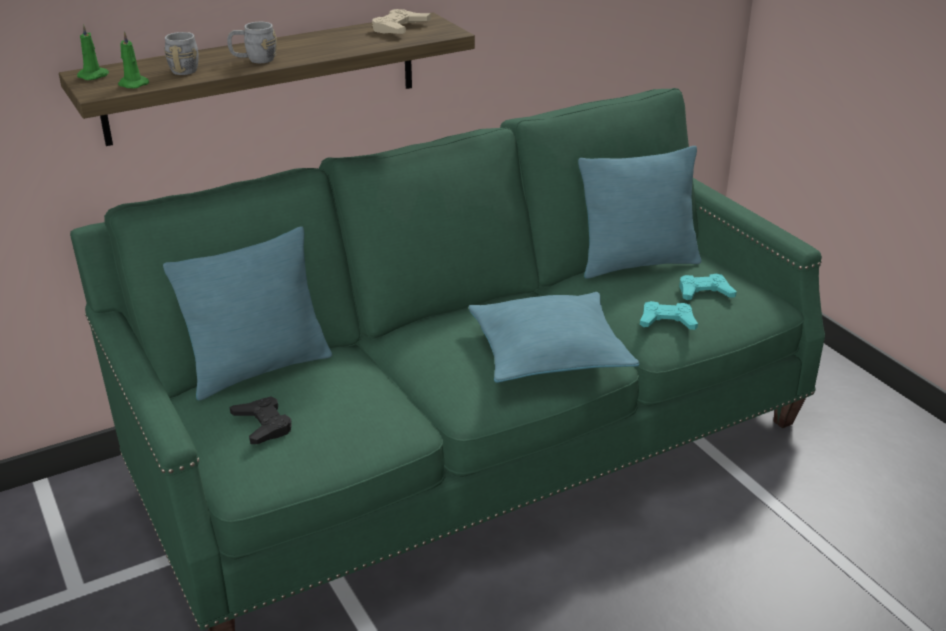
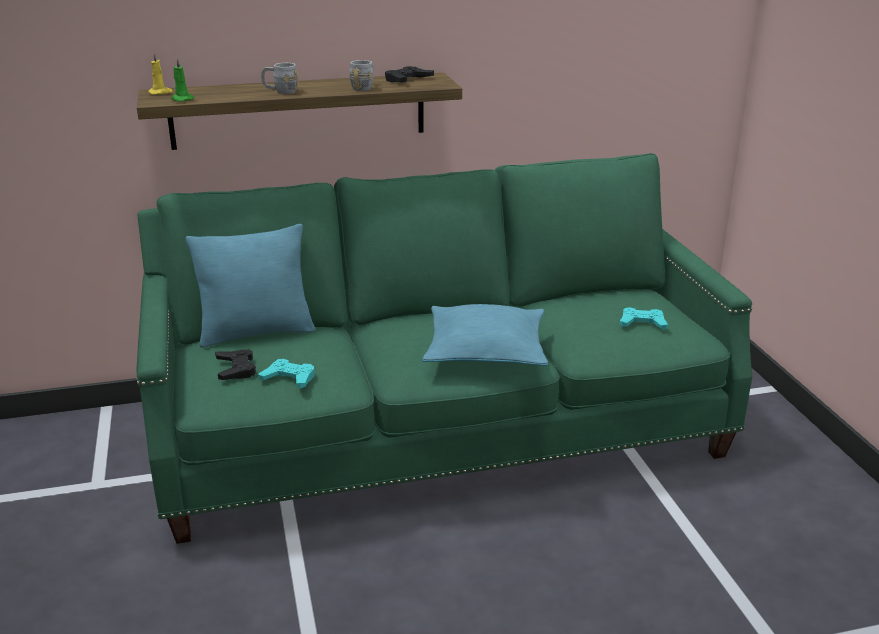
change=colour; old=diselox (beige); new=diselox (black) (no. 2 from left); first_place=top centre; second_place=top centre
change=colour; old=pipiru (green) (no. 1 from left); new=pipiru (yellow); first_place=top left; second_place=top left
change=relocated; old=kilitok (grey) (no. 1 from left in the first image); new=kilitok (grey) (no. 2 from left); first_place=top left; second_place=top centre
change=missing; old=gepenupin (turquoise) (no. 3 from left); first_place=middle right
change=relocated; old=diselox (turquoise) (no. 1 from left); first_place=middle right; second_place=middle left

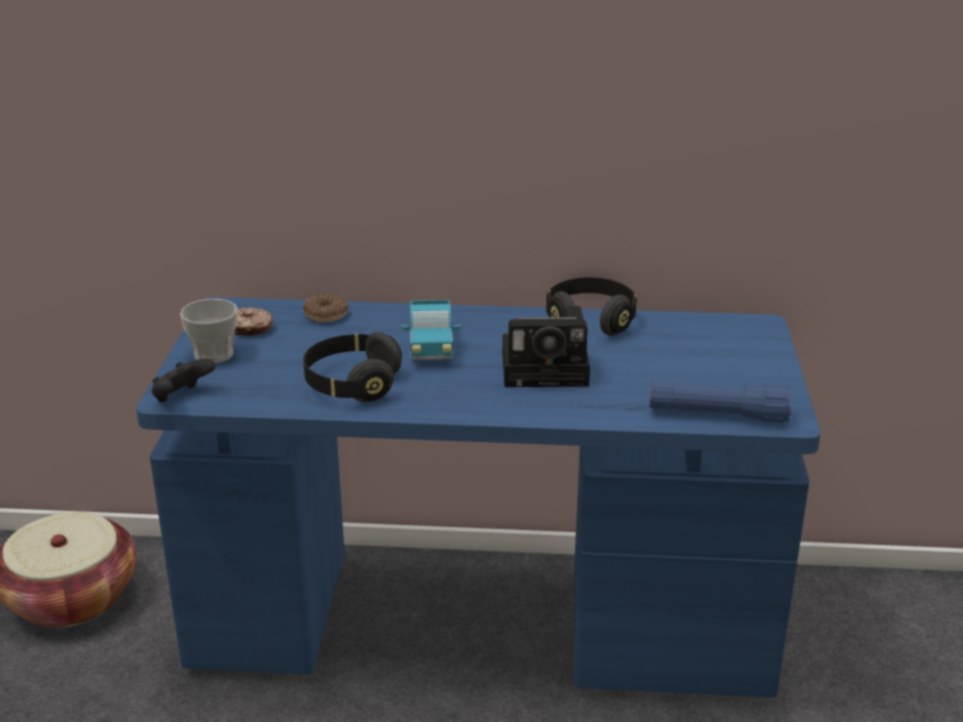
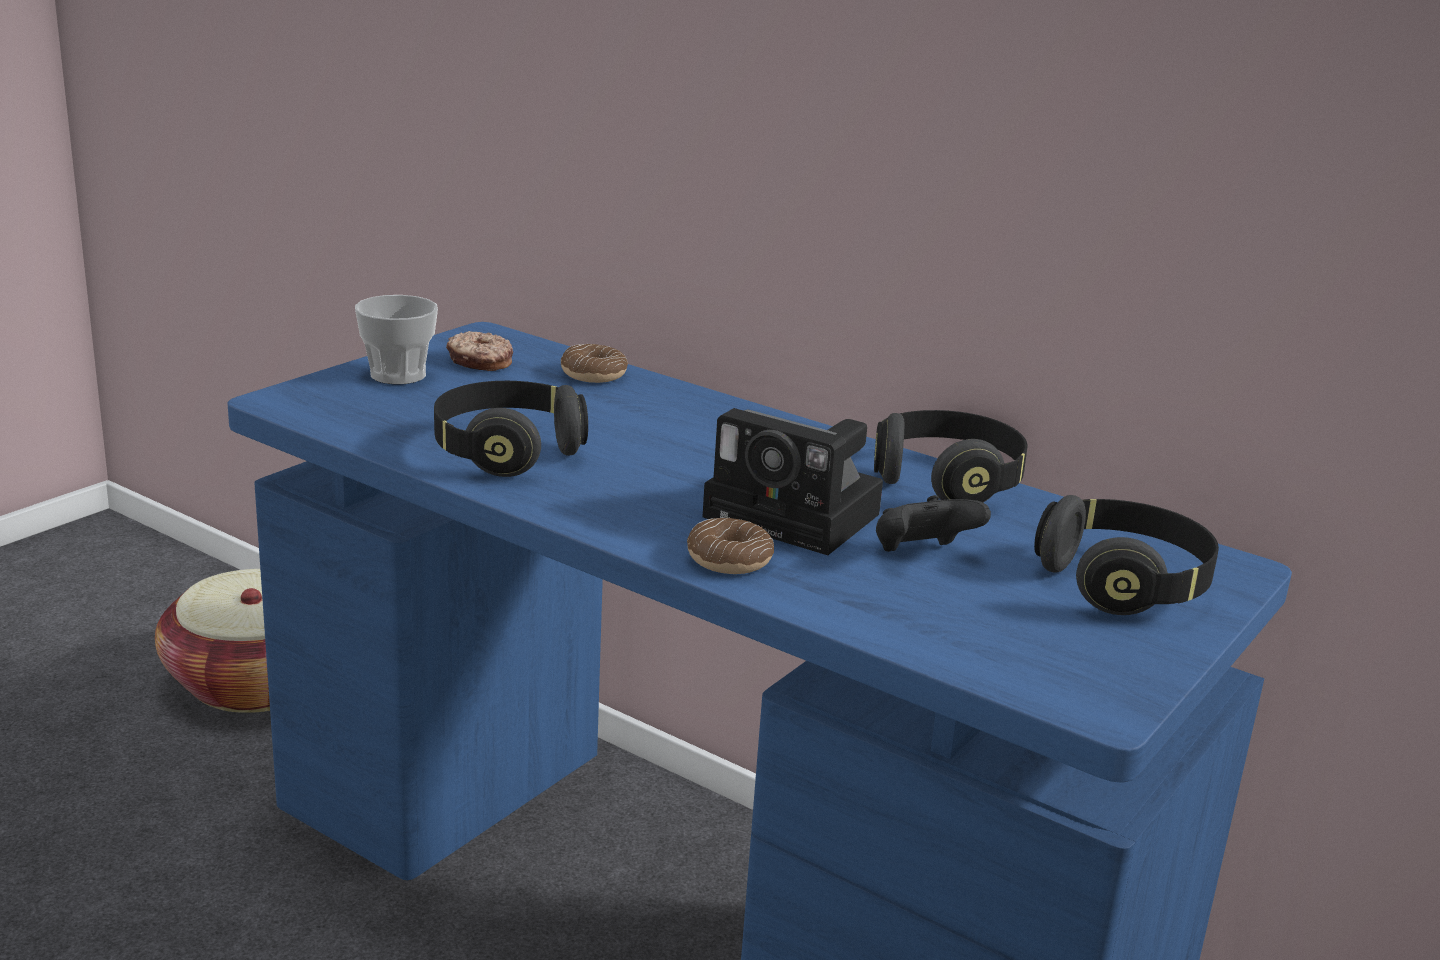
change=missing; old=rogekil; first_place=centre
change=relocated; old=diselox (black); first_place=middle left; second_place=centre
change=missing; old=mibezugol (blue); first_place=middle right
change=appeared; new=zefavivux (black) (no. 3 from left); second_place=middle right
change=appeared; new=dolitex (no. 3 from left); second_place=centre

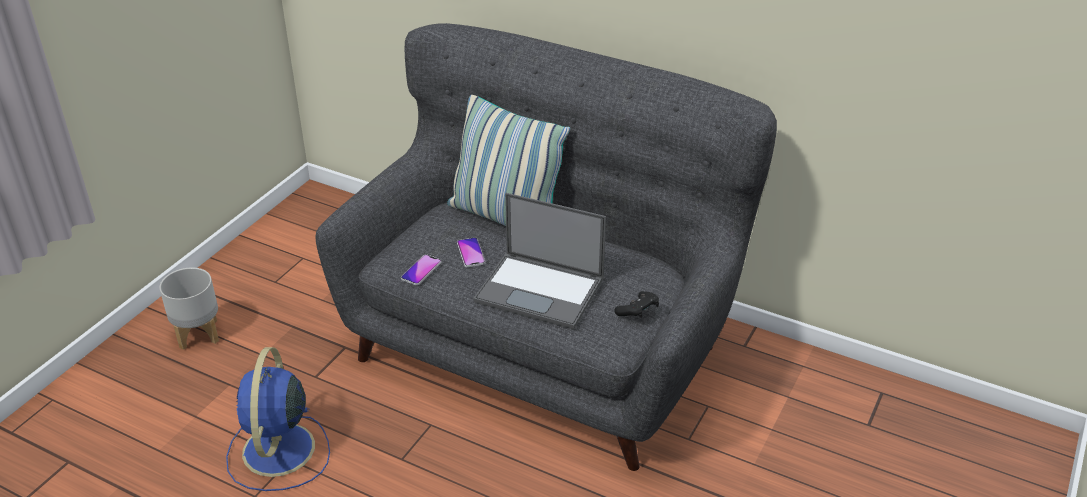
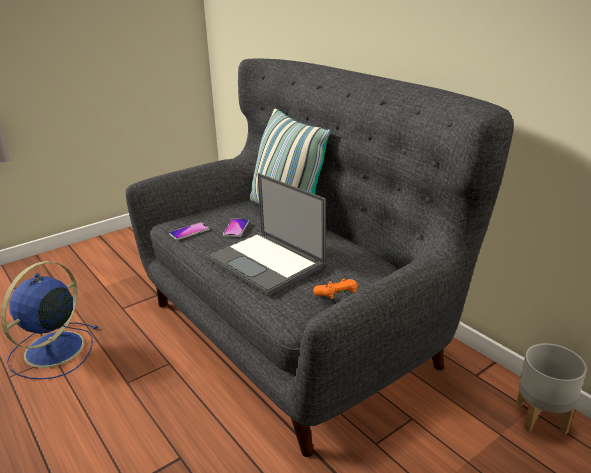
change=relocated; old=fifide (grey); first_place=middle left; second_place=bottom right
change=colour; old=diselox (black); new=diselox (orange); first_place=centre; second_place=centre

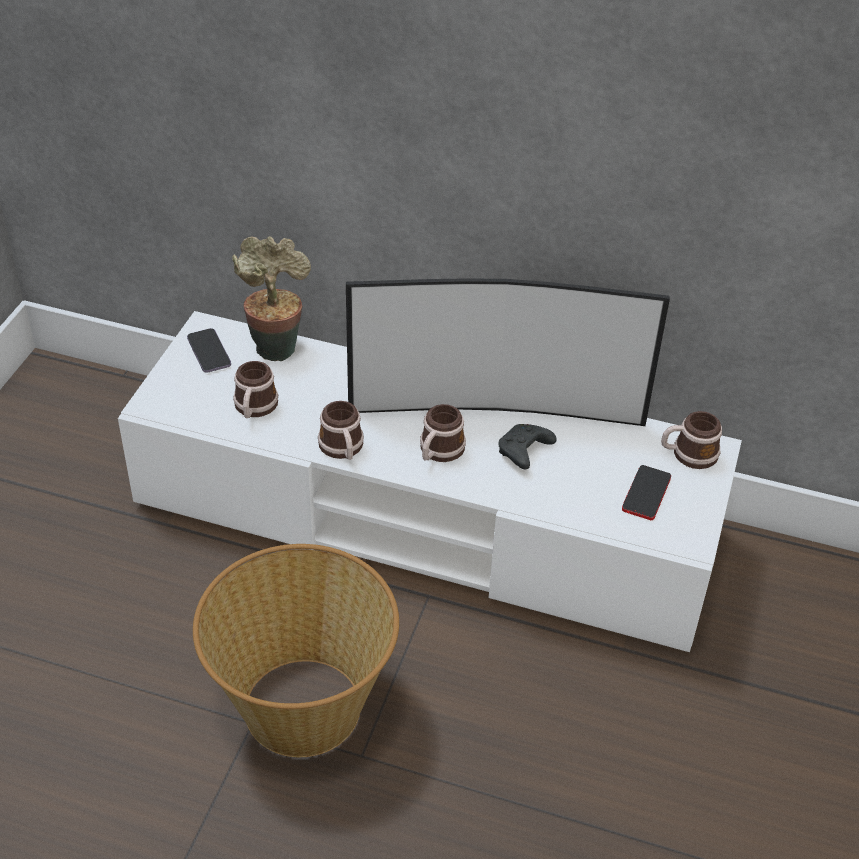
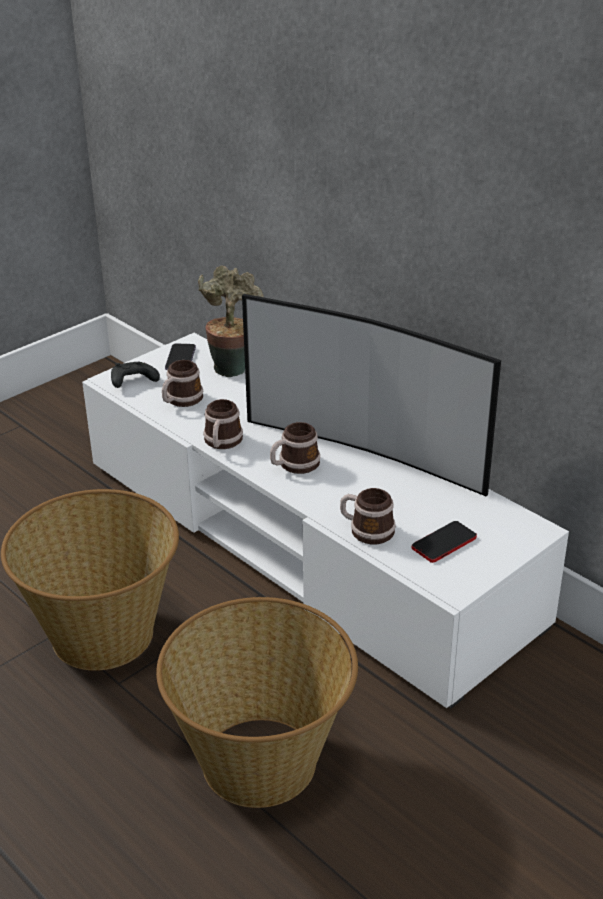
change=relocated; old=kilitok (no. 4 from left); first_place=middle right; second_place=centre
change=relocated; old=diselox (black); first_place=centre; second_place=middle left
change=appeared; new=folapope (no. 2 from left); second_place=bottom centre

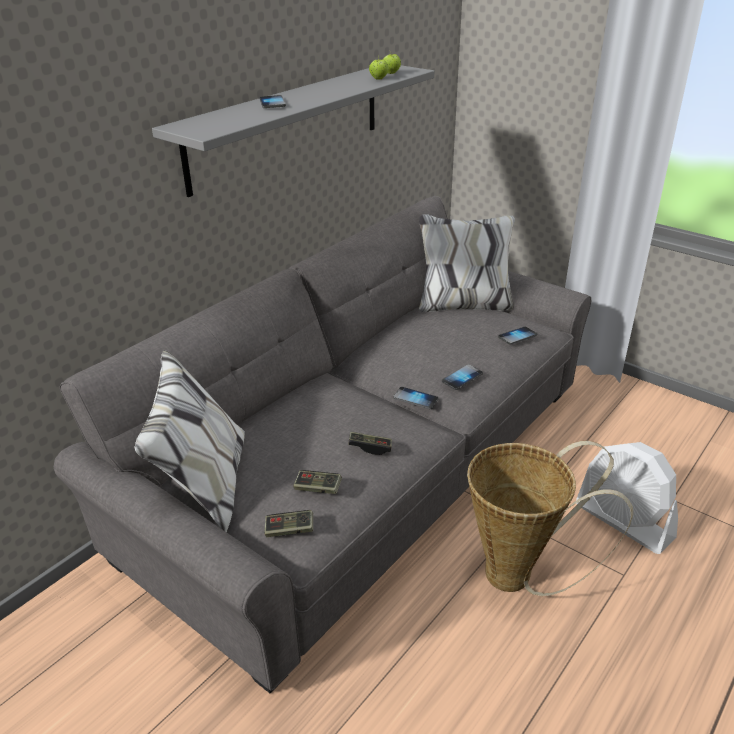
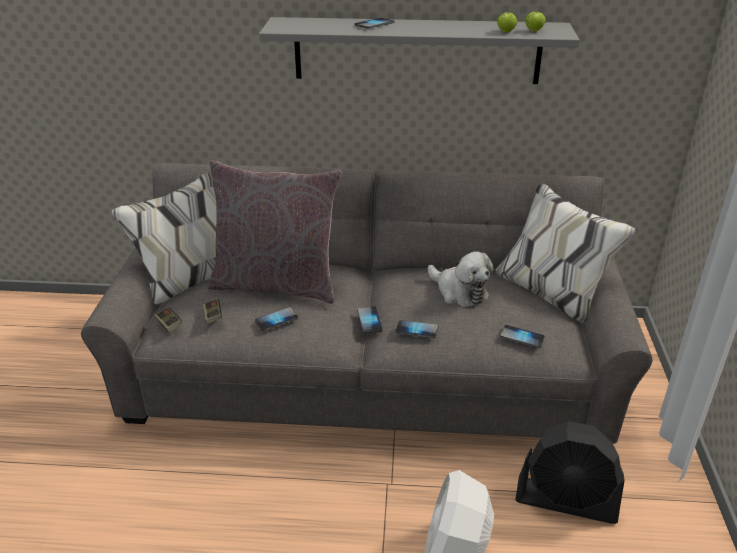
change=exchanged; old=diselox (no. 3 from left); new=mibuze (no. 1 from left); first_place=centre; second_place=centre
change=missing; old=folapope; first_place=bottom right
change=appeared; new=gepenupin (grey); second_place=centre
change=appeared; new=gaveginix; second_place=centre
change=appeared; new=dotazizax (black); second_place=bottom right

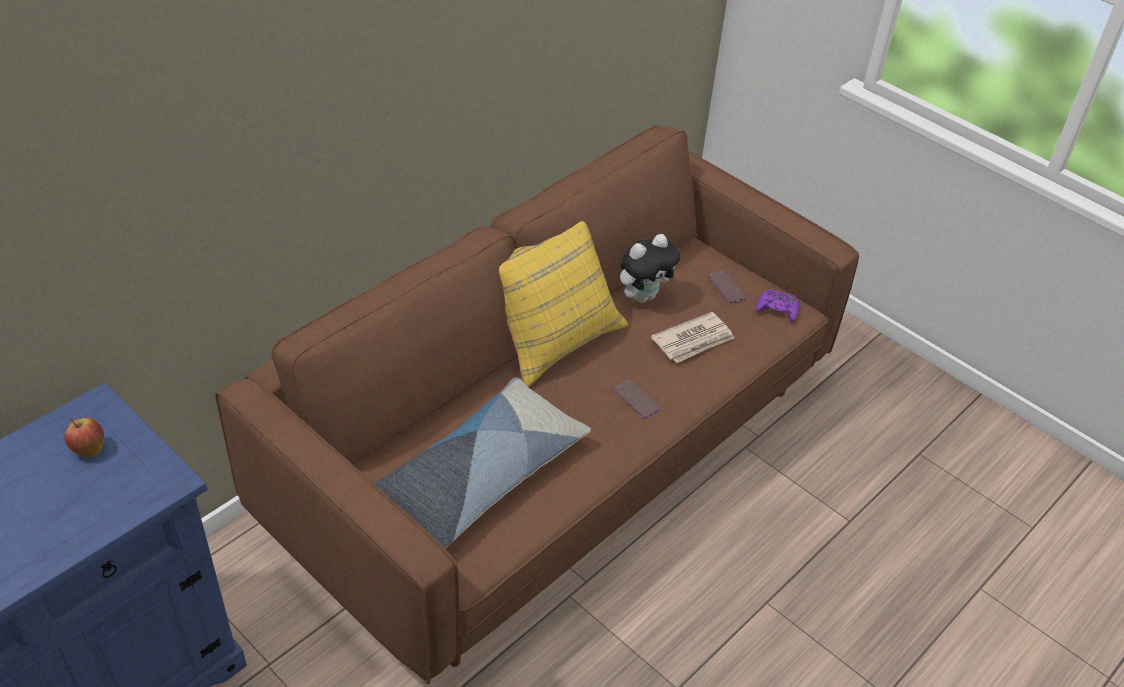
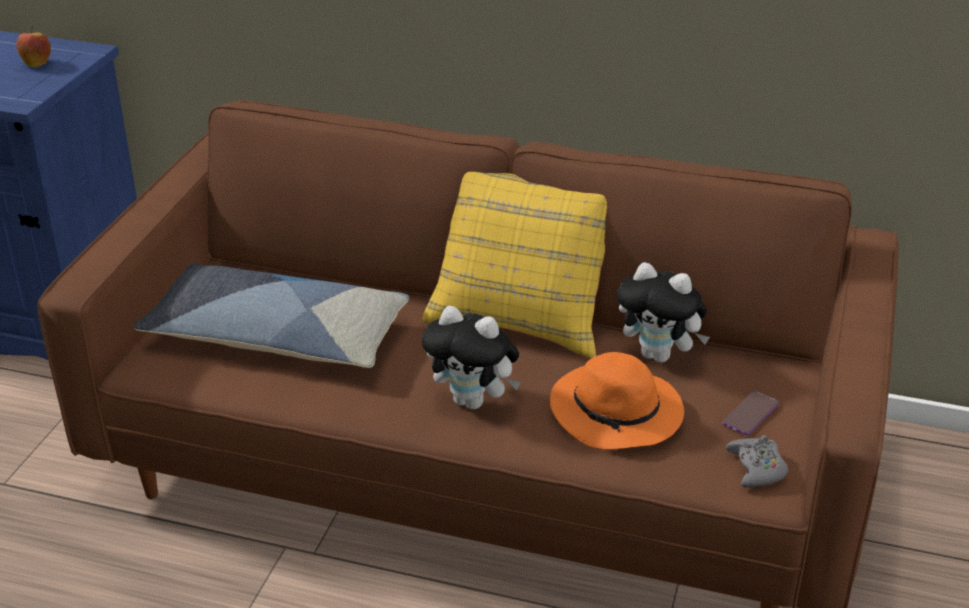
change=colour; old=diselox (purple); new=diselox (grey); first_place=middle right; second_place=bottom right
change=exchanged; old=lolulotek; new=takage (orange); first_place=centre; second_place=centre
change=exchanged; old=mibuze (no. 1 from left); new=gaveginix (no. 1 from left); first_place=centre; second_place=centre

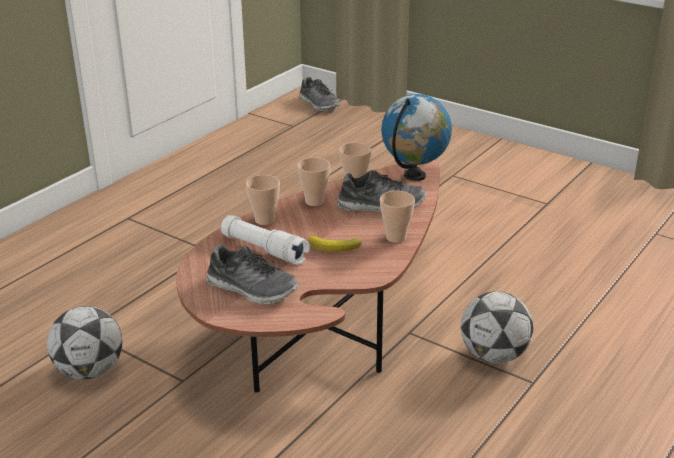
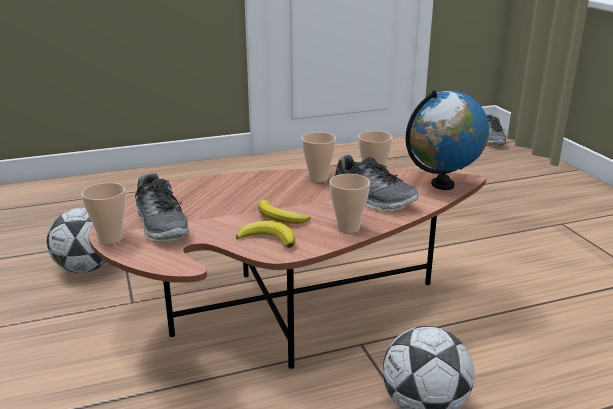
change=relocated; old=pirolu (no. 1 from left); first_place=centre; second_place=middle left
change=missing; old=mibezugol (white); first_place=centre
change=appeared; new=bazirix (no. 1 from left); second_place=centre

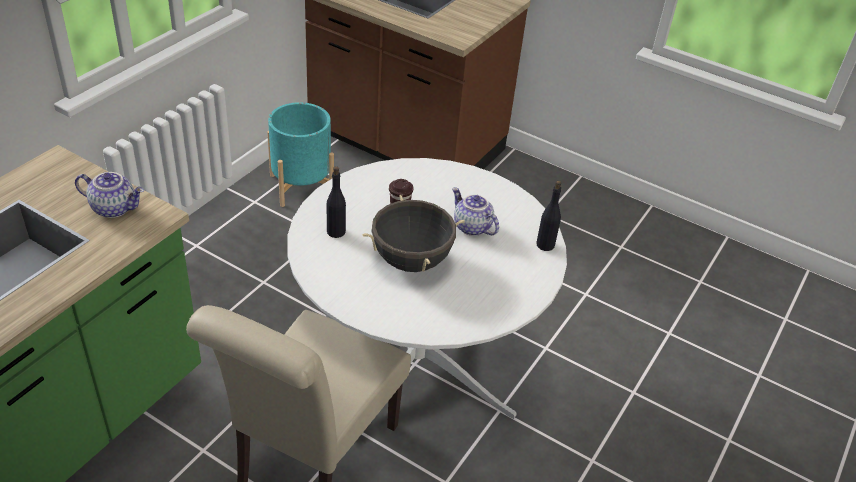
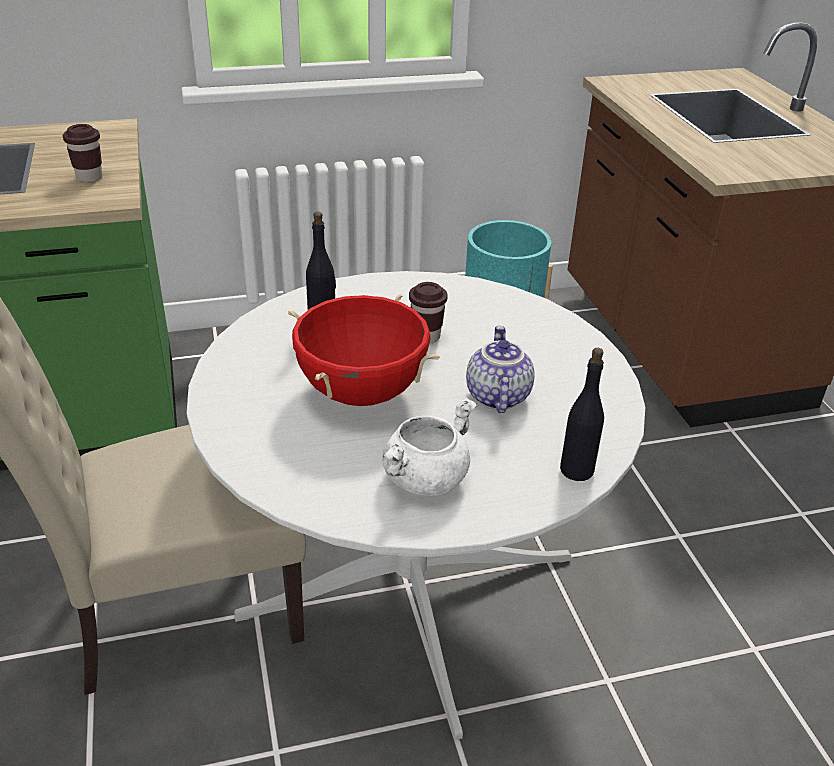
change=exchanged; old=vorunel (no. 1 from left); new=pirolu (brown) (no. 1 from left); first_place=middle left; second_place=top left
change=colour; old=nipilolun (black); new=nipilolun (red); first_place=centre; second_place=centre
change=appeared; new=nipilolun (white); second_place=centre

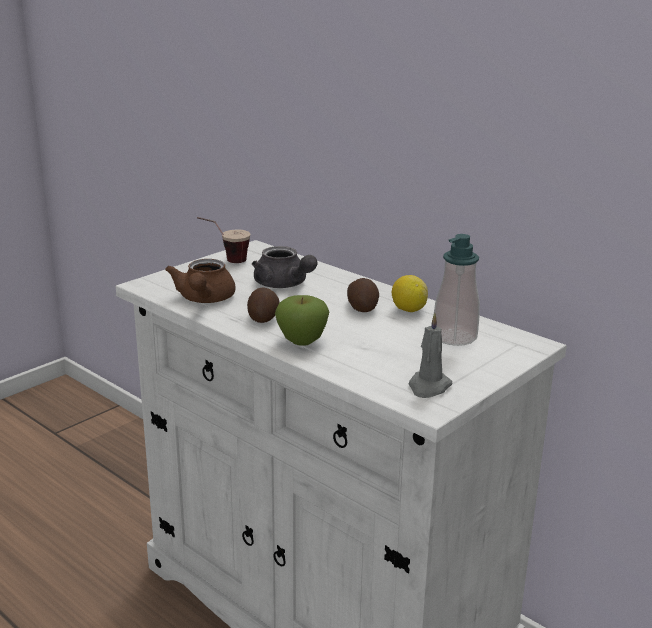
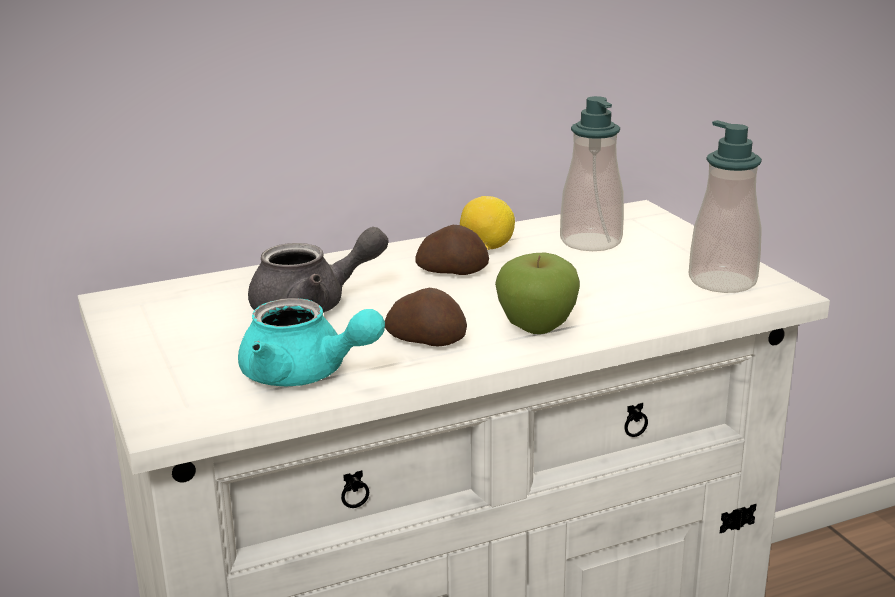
change=missing; old=pirolu; first_place=centre
change=colour; old=vorunel (brown); new=vorunel (turquoise); first_place=middle left; second_place=centre
change=exchanged; old=pipiru (grey); new=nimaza (no. 2 from left); first_place=centre; second_place=middle right

